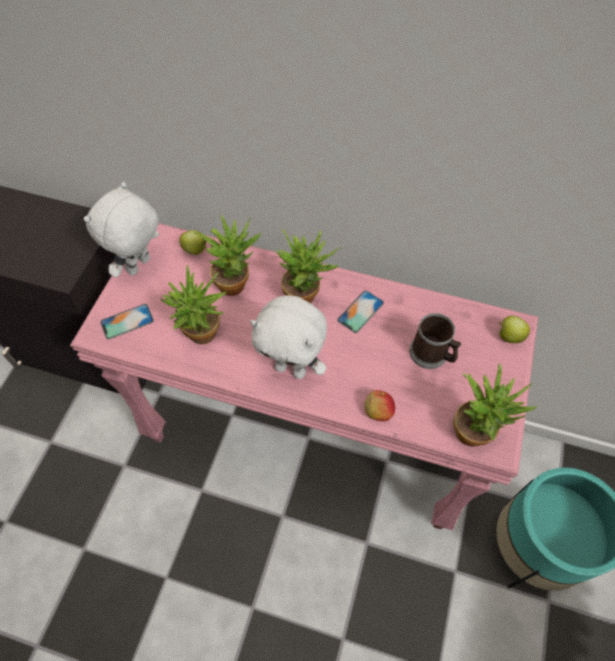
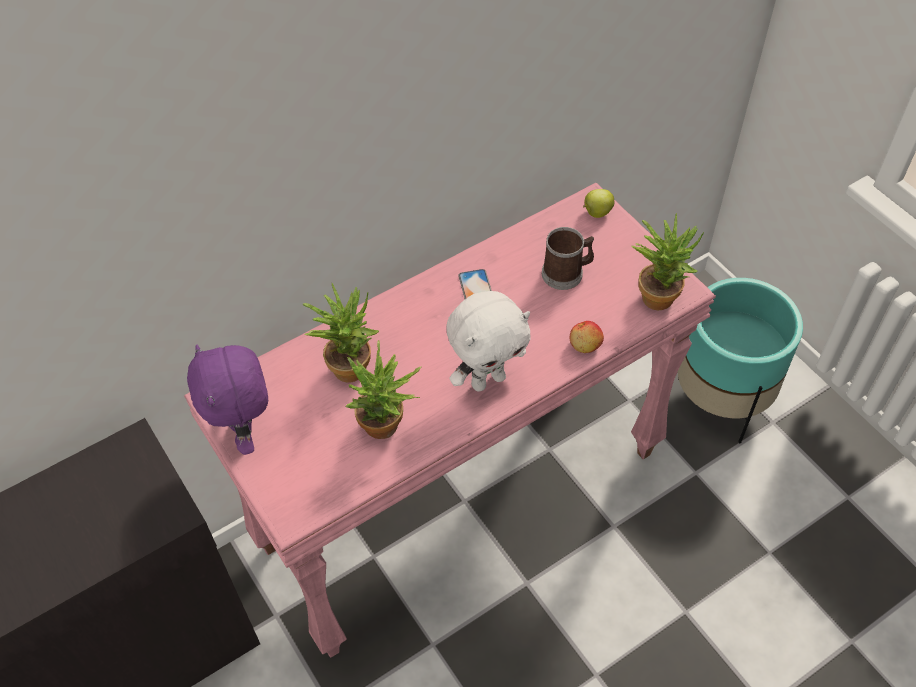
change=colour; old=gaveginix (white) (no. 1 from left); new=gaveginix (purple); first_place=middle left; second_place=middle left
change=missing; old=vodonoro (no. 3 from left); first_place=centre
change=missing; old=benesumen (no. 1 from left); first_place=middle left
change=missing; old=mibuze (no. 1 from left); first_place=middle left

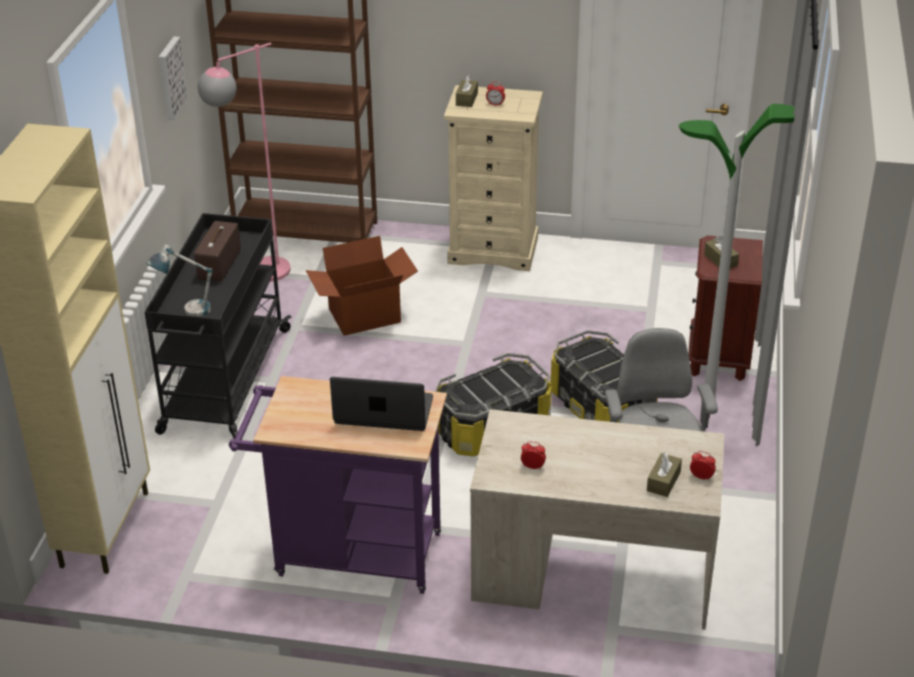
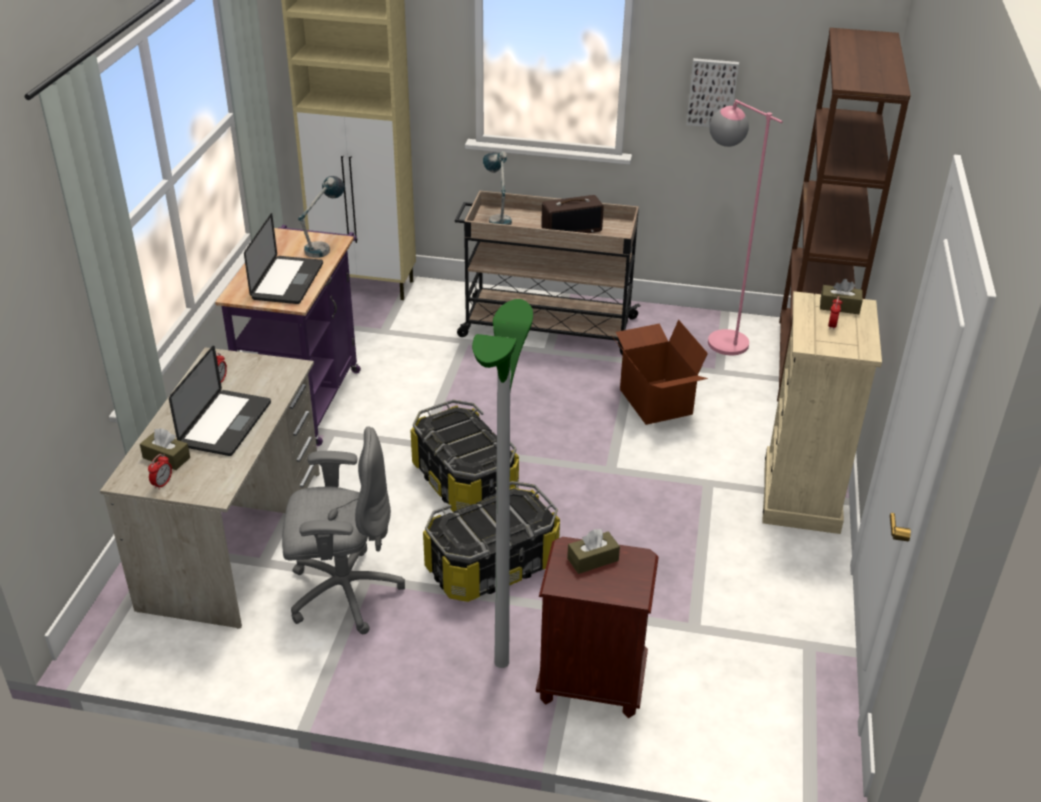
change=colour; old=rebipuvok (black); new=rebipuvok (beige); first_place=middle left; second_place=centre
change=spun; old=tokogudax; first_place=middle left; second_place=top centre; degrees=150
change=appeared; new=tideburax (no. 1 from left); second_place=top left
change=appeared; new=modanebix (no. 1 from left); second_place=middle left

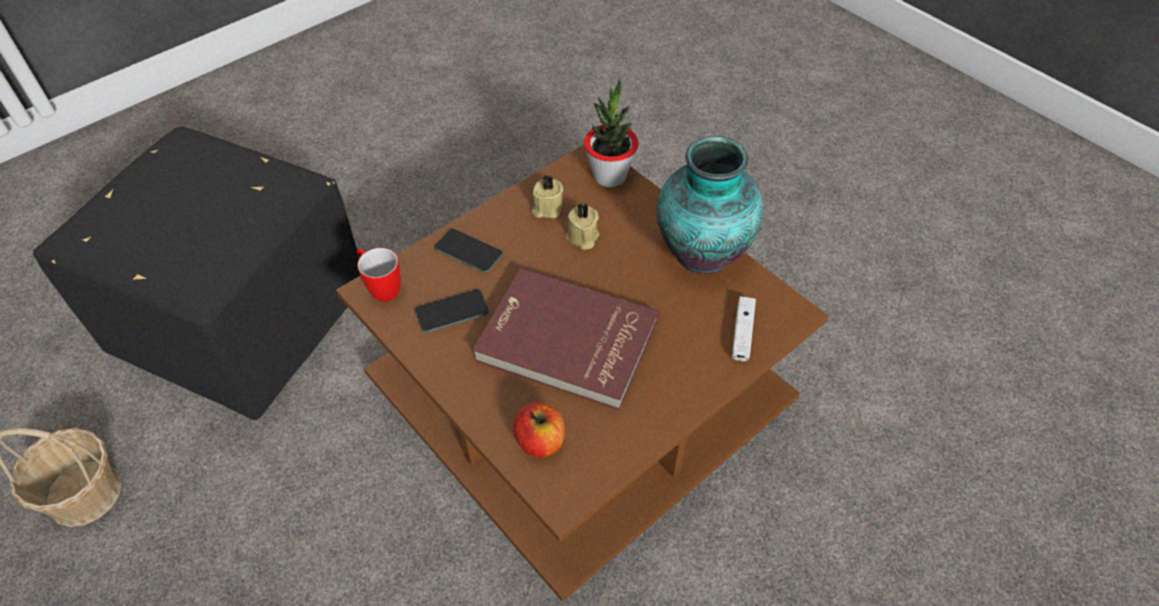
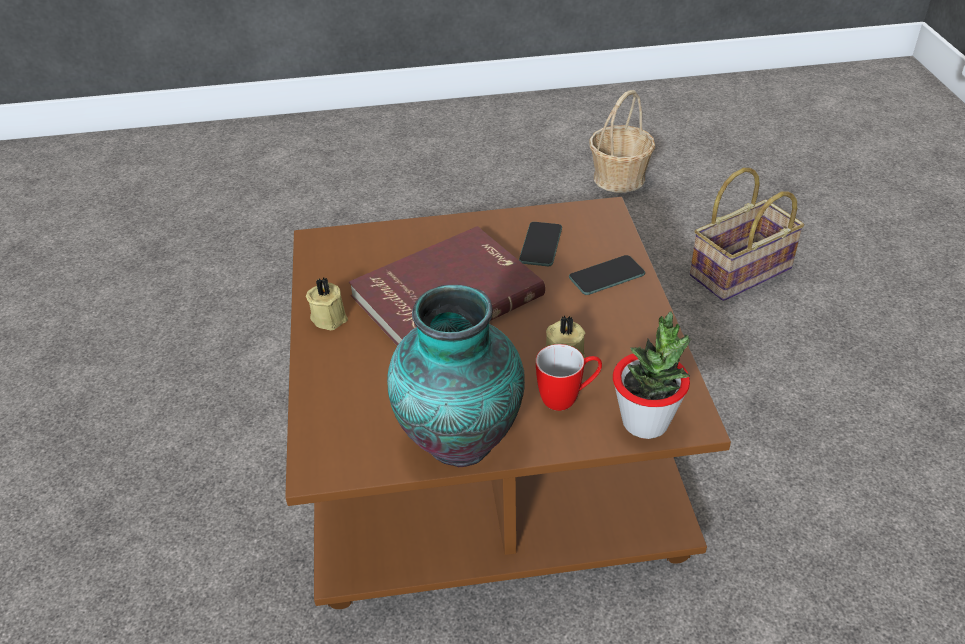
change=exchanged; old=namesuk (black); new=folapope (no. 2 from left); first_place=middle left; second_place=middle right
change=relocated; old=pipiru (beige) (no. 1 from left); first_place=top centre; second_place=centre
change=relocated; old=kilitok; first_place=middle left; second_place=centre
change=missing; old=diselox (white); first_place=centre
change=missing; old=benesumen; first_place=bottom centre

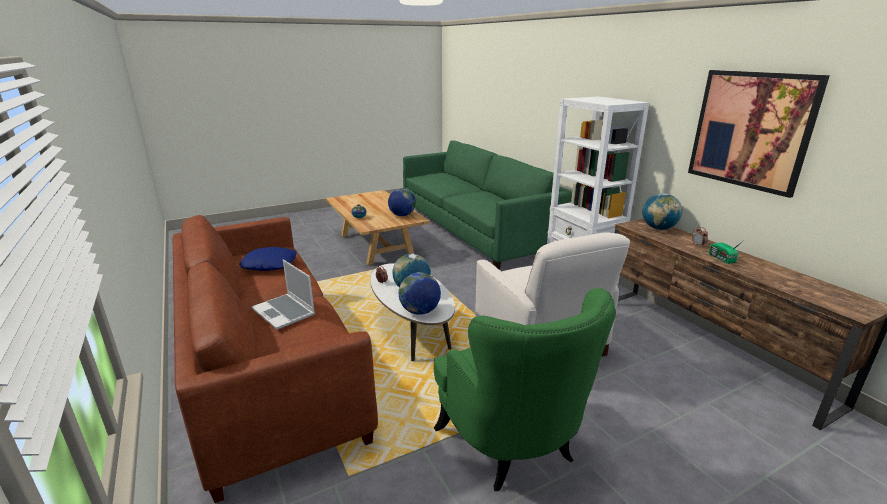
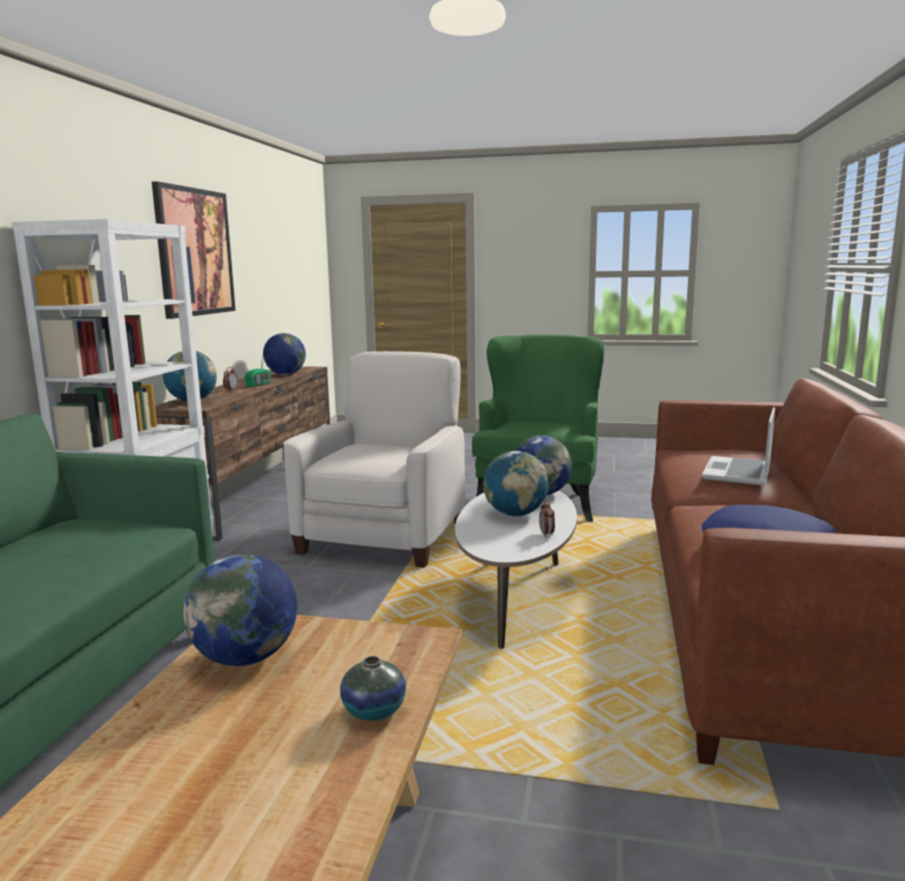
change=spun; old=modanebix; first_place=middle left; second_place=middle right; degrees=-150
change=appeared; new=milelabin (no. 3 from left); second_place=middle left

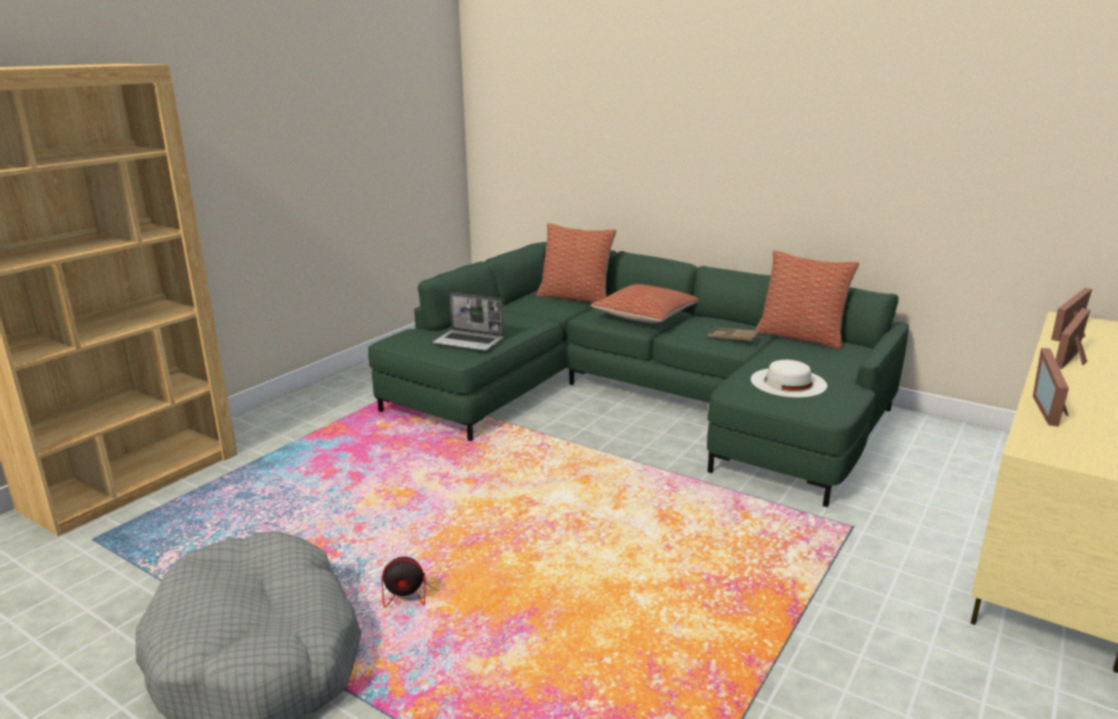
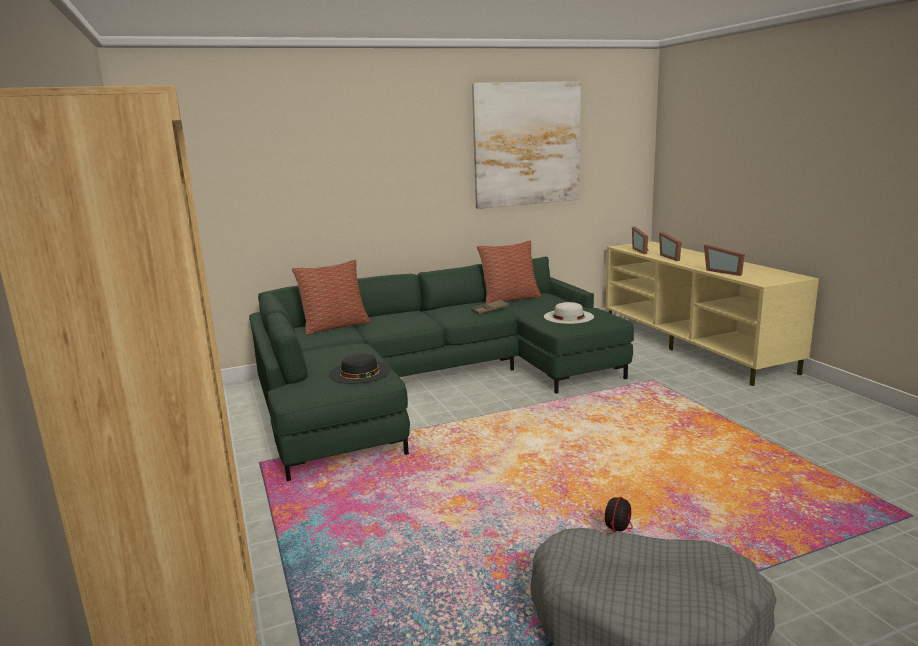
change=missing; old=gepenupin (no. 2 from left); first_place=centre
change=exchanged; old=modanebix; new=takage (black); first_place=centre; second_place=centre
change=appeared; new=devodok; second_place=top centre

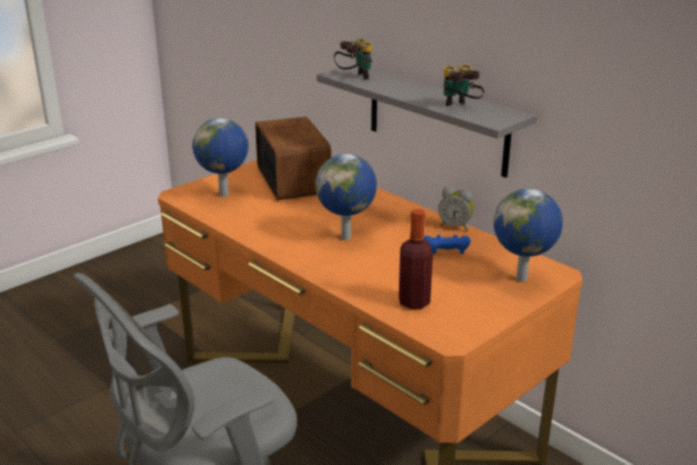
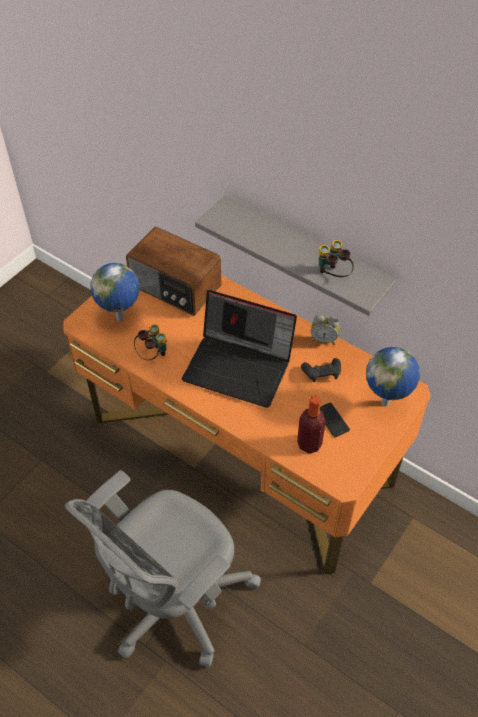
change=relocated; old=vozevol (no. 1 from left); first_place=top centre; second_place=middle left
change=spun; old=tokogudax; first_place=centre; second_place=centre; degrees=150
change=exchanged; old=milelabin (no. 2 from left); new=modanebix; first_place=centre; second_place=centre
change=colour; old=diselox (blue); new=diselox (black); first_place=centre; second_place=middle right
change=appeared; new=mibuze; second_place=middle right

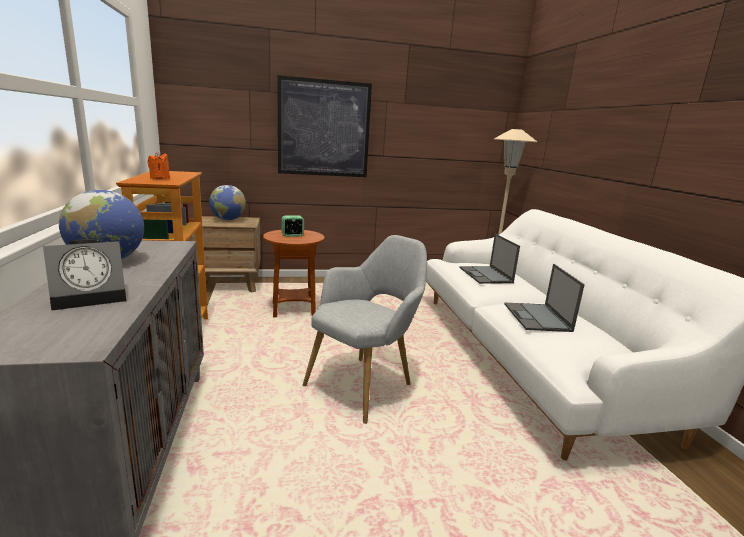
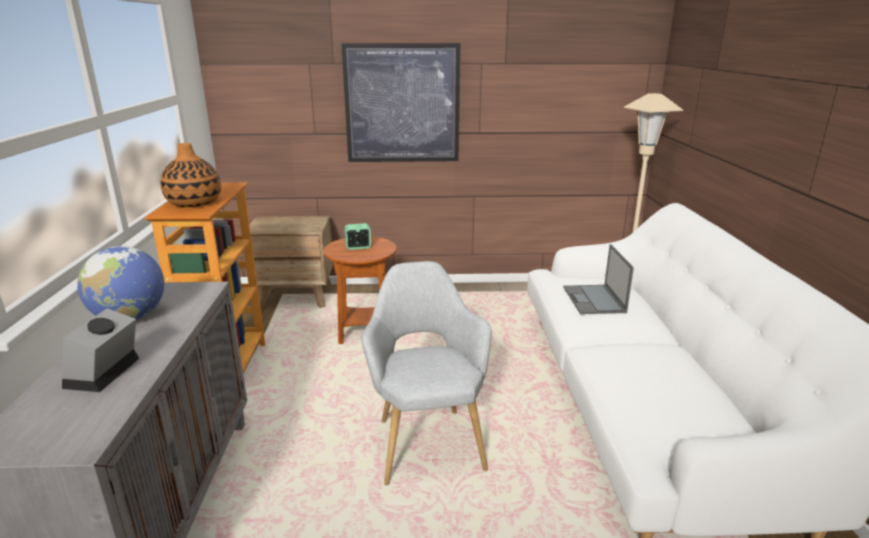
change=exchanged; old=pipiru (orange); new=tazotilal; first_place=top left; second_place=top left
change=missing; old=milelabin (no. 2 from left); first_place=middle left
change=spun; old=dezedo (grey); first_place=centre; second_place=bottom centre; degrees=-60
change=spun; old=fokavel (no. 1 from left); first_place=middle left; second_place=middle left; degrees=120
change=missing; old=modanebix (no. 2 from left); first_place=middle right

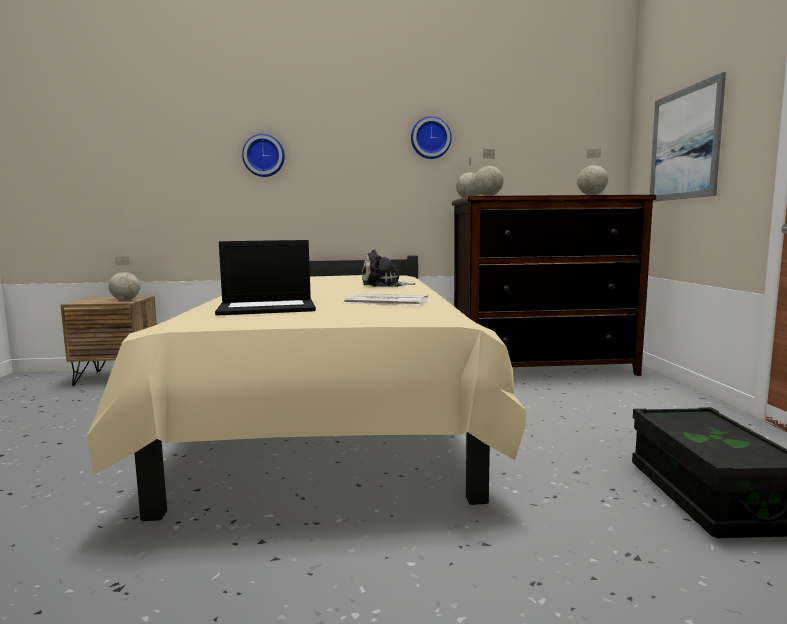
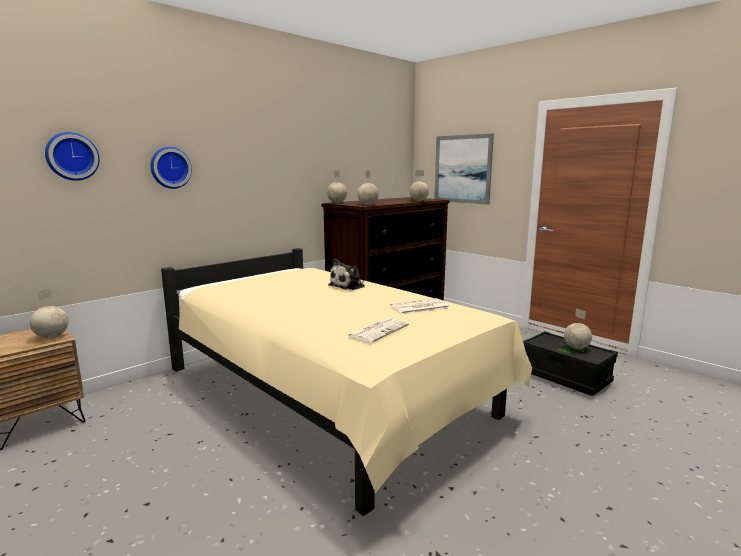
change=relocated; old=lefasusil (no. 2 from left in the first image); new=lefasusil (no. 1 from left); first_place=top centre; second_place=top left
change=exchanged; old=modanebix; new=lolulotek (no. 1 from left); first_place=centre; second_place=centre
change=appeared; new=milelabin (no. 5 from left); second_place=middle right

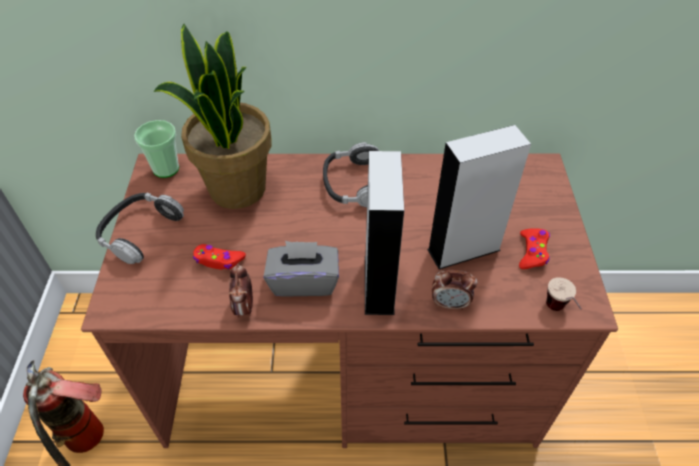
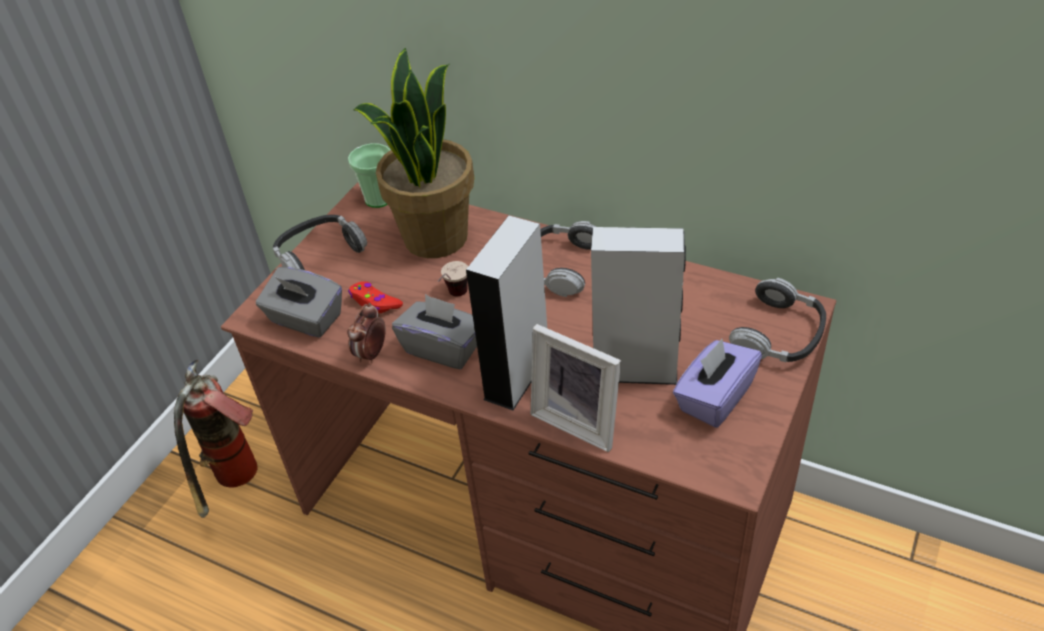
change=exchanged; old=diselox (red) (no. 2 from left); new=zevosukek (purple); first_place=middle right; second_place=middle right
change=exchanged; old=fokavel (no. 2 from left); new=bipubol; first_place=centre; second_place=centre
change=relocated; old=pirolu (no. 2 from left); first_place=middle right; second_place=centre
change=appeared; new=zevosukek (grey) (no. 1 from left); second_place=middle left
change=appeared; new=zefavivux (no. 3 from left); second_place=middle right

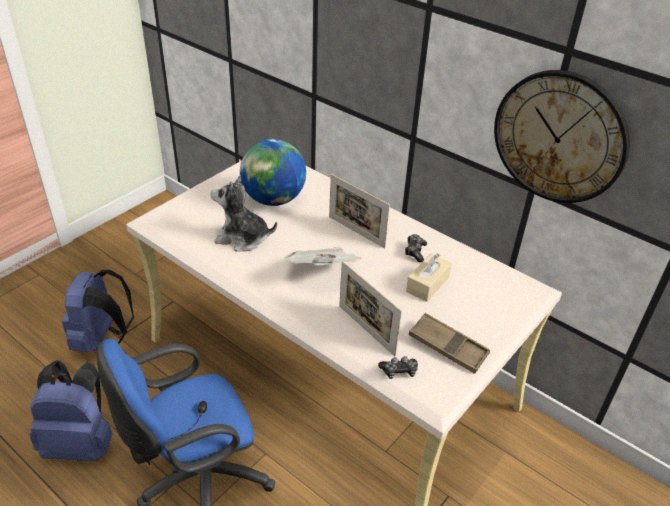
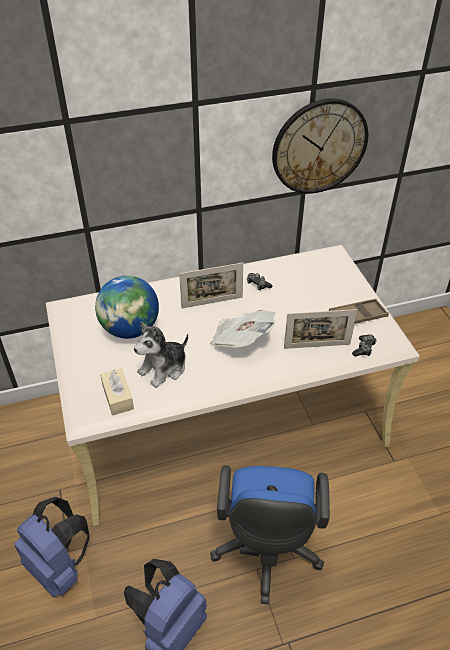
change=relocated; old=zevosukek (beige); first_place=centre; second_place=middle left

